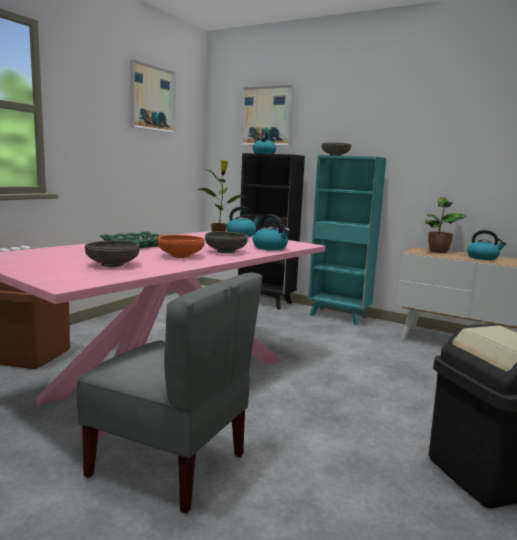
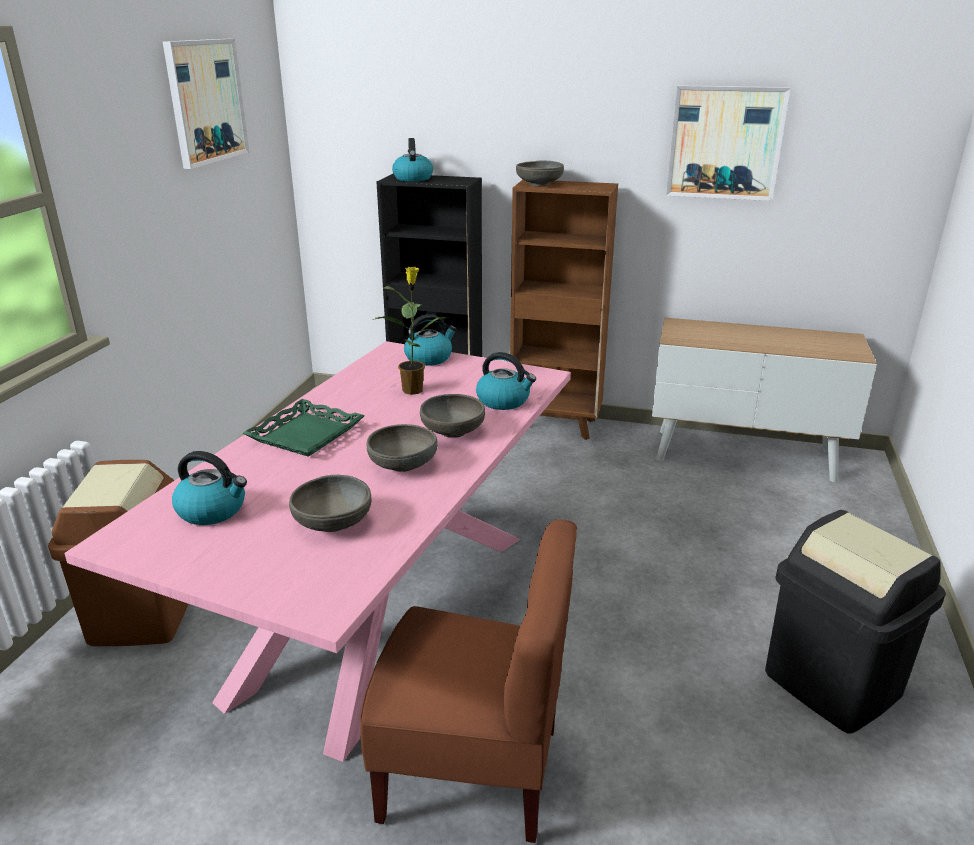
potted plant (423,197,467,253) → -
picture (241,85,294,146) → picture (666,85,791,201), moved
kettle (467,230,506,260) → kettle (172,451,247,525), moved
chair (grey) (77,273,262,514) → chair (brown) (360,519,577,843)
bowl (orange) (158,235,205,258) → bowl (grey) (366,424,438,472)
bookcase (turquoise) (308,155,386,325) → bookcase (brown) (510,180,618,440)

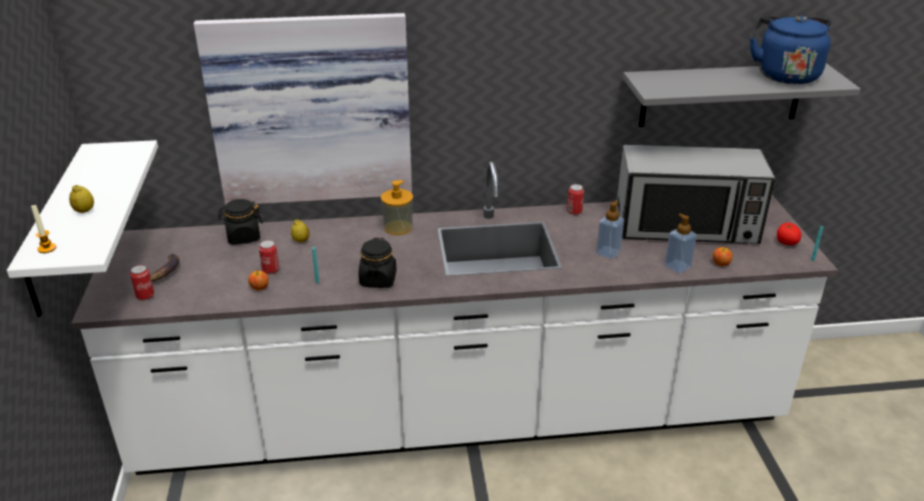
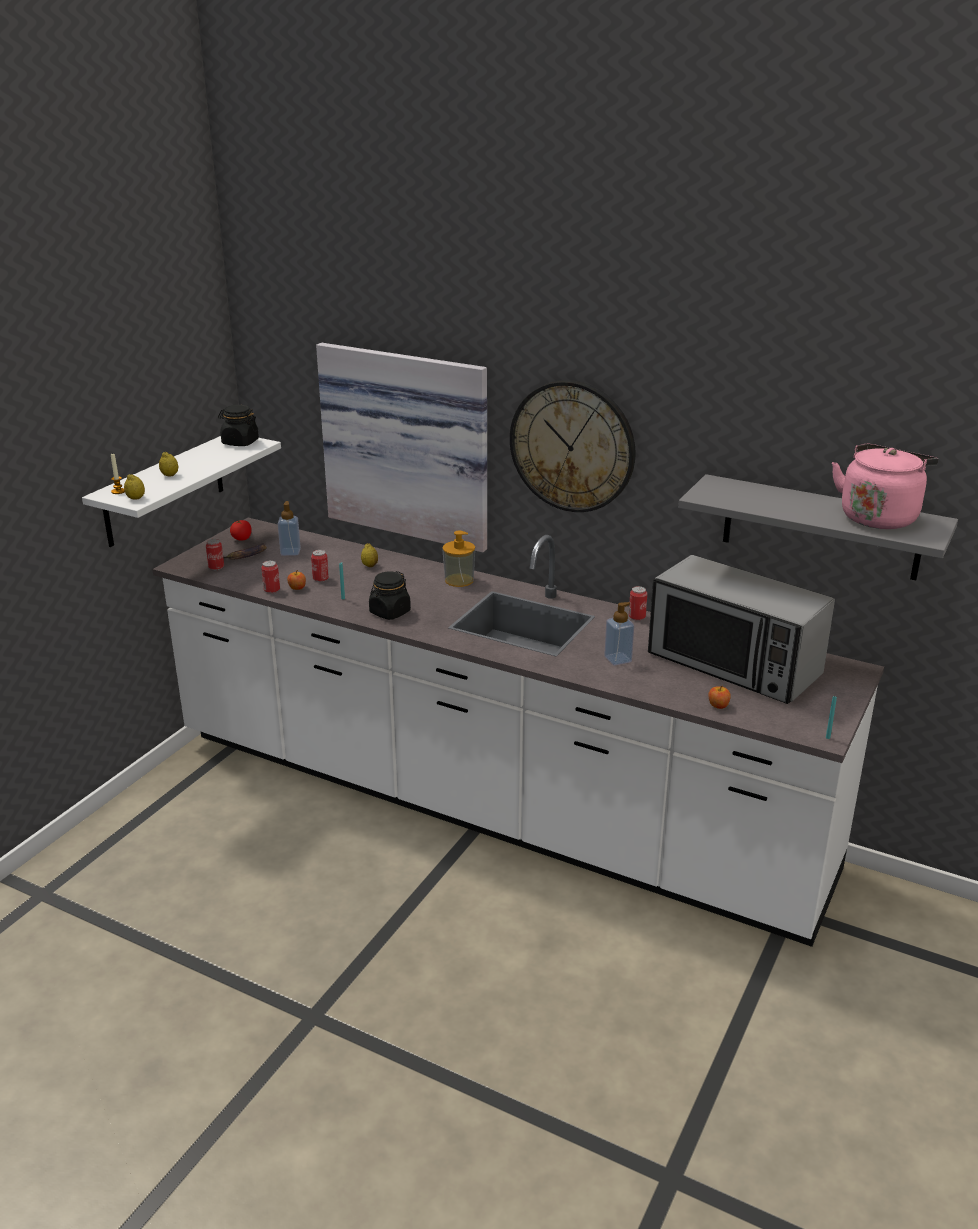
- → lemon (124,474,145,500)
- → can (261,560,280,593)
- → wall clock (510,380,636,512)
jar (black) (218,199,263,245) → jar (black) (218,405,259,446), moved
soap dispenser (664,214,697,273) → soap dispenser (278,501,301,556), moved
tomato (777,223,801,245) → tomato (230,520,252,540), moved
kettle (blue) (750,16,830,84) → kettle (pink) (832,443,938,529)

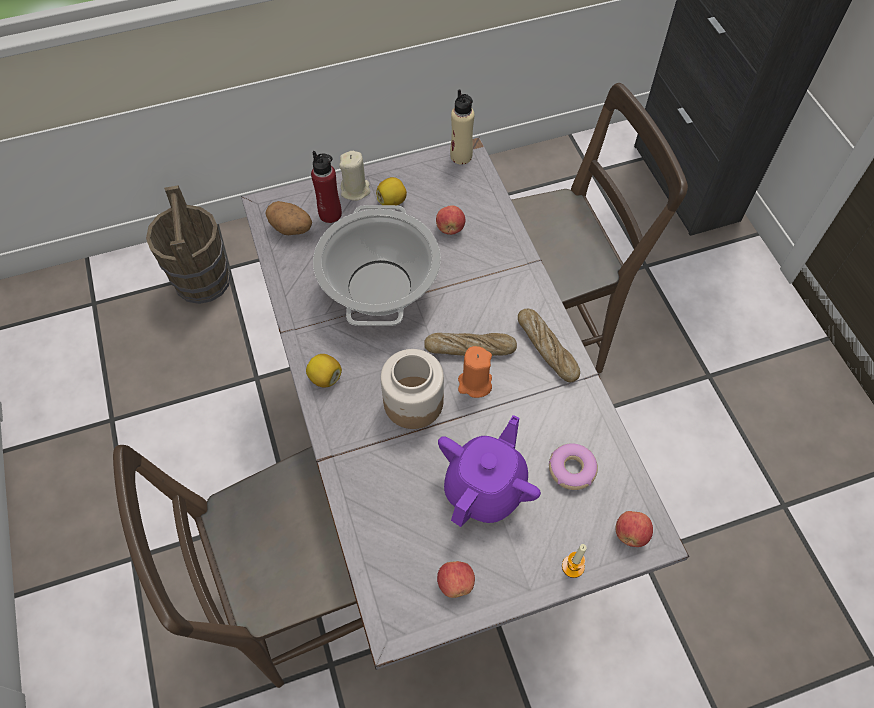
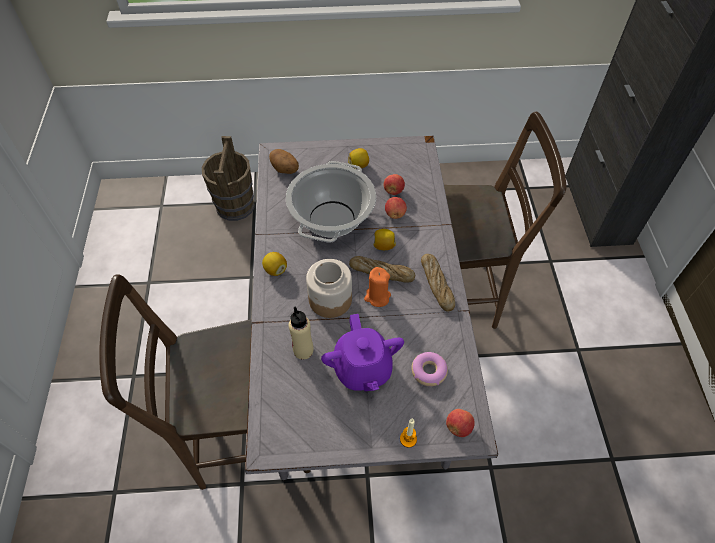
bottle (red) (311,151,342,223) → -
candle (beige) (339,151,371,201) → -
- → lemon (374,229,396,250)
apple (437,561,475,598) → apple (385,197,407,219), moved
bottle (beige) (450,89,474,165) → bottle (beige) (289,306,313,360), moved
teapot (purple) (438,415,541,527) → teapot (purple) (321,314,404,391), 120 degrees clockwise

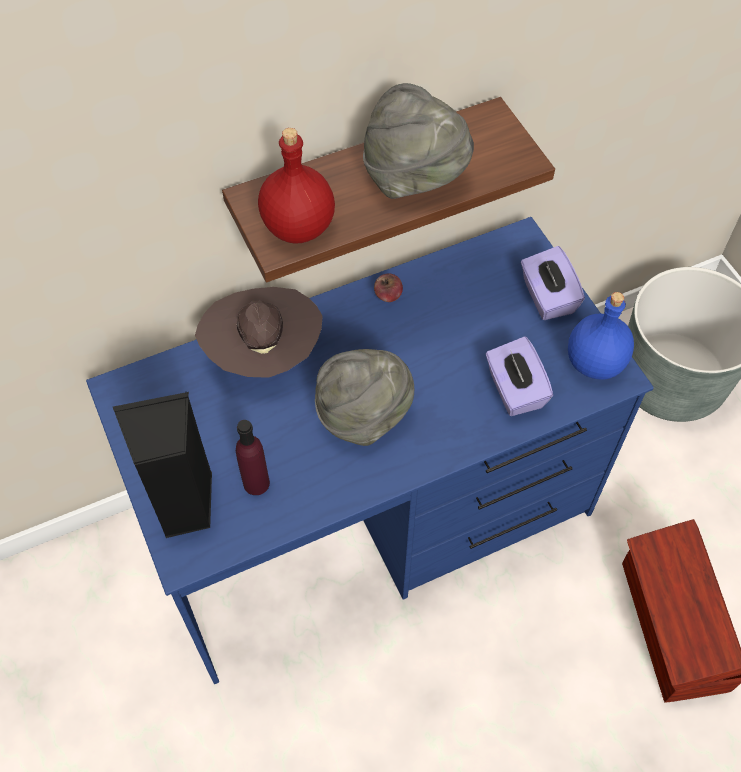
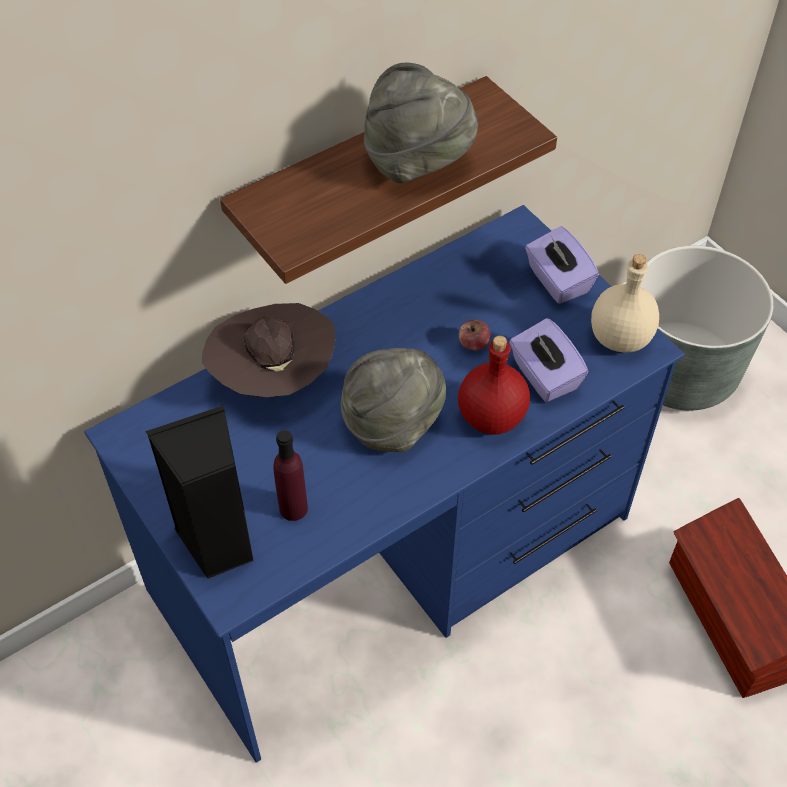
bottle (red) (258,128,335,244) → bottle (red) (458,336,530,435), moved
apple (374,274,403,302) → apple (459,320,491,351), moved
bottle (blue) (568,292,634,380) → bottle (beige) (591,254,659,352)

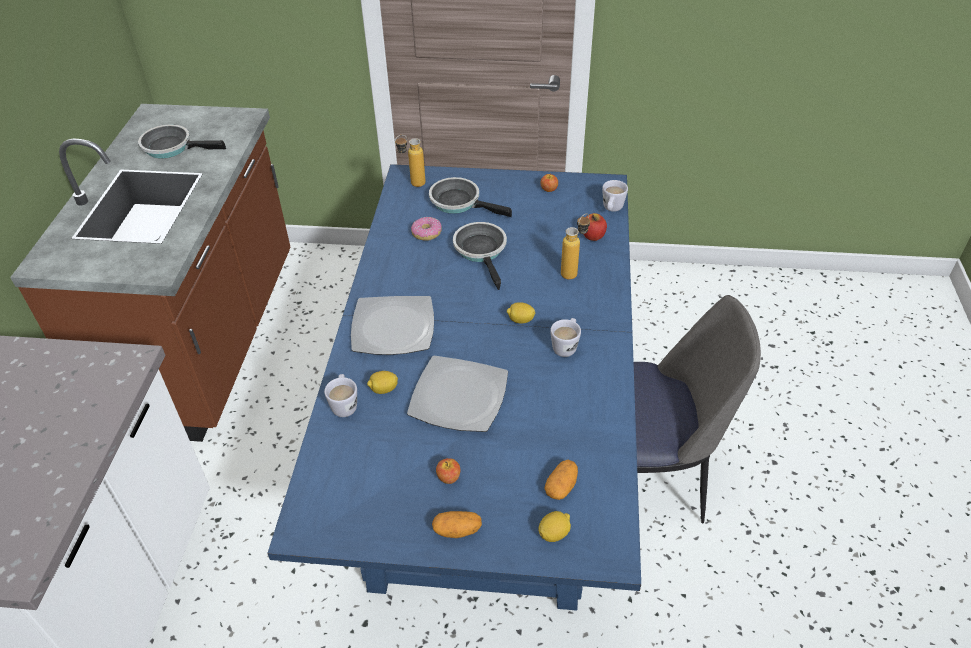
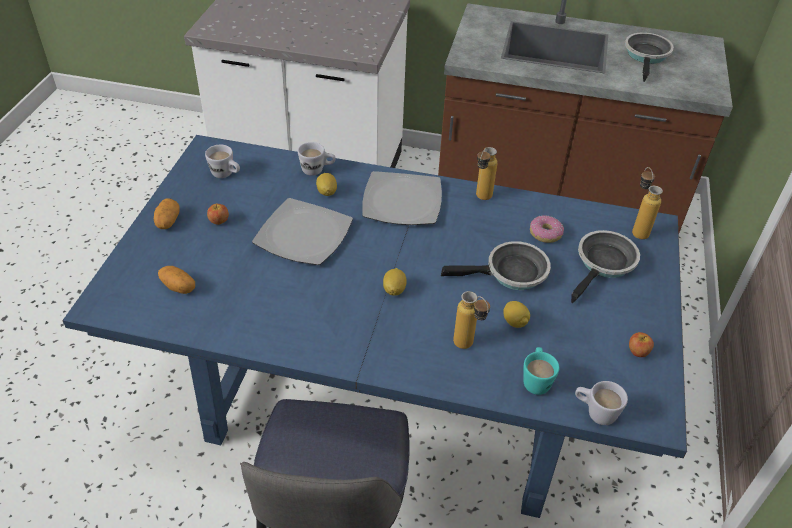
- → bottle (476,147,498,200)
lemon (538,511,571,542) → lemon (503,301,530,328), moved
mug (white) (550,318,581,357) → mug (white) (205,145,240,178), moved
apple (583,213,607,241) → mug (turquoise) (523,347,559,395)

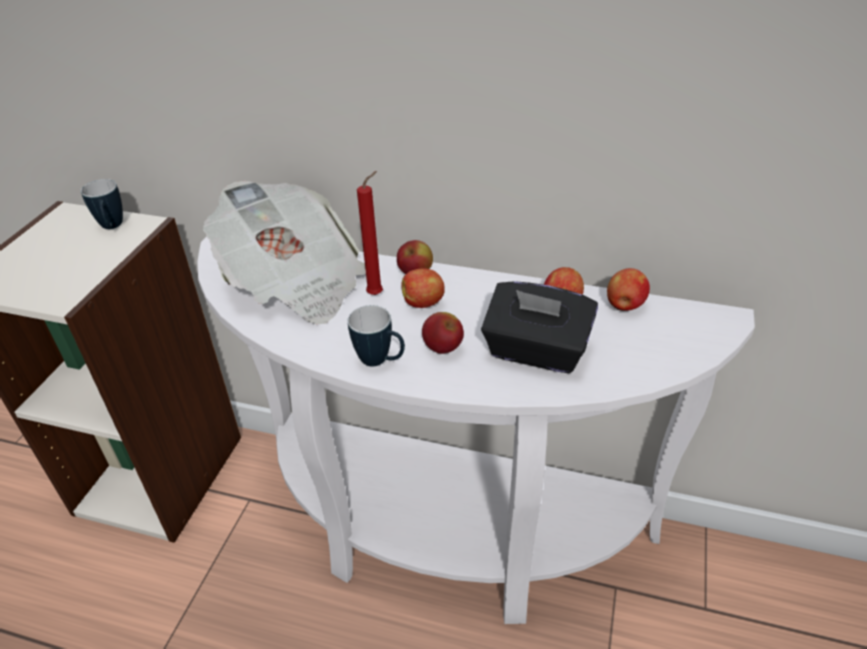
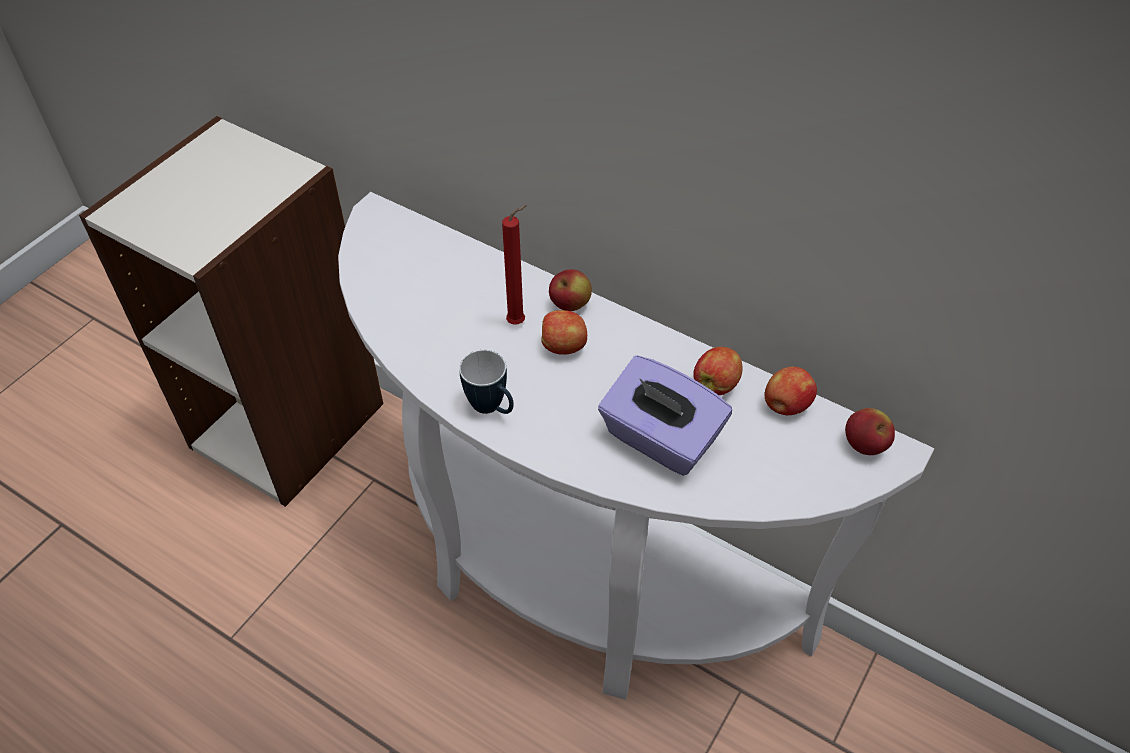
mug (81,179,123,229) → -
newspaper (203,180,366,324) → -
apple (422,312,464,354) → apple (845,408,895,455), moved
tissue box (black) (481,281,598,373) → tissue box (purple) (598,356,732,476)

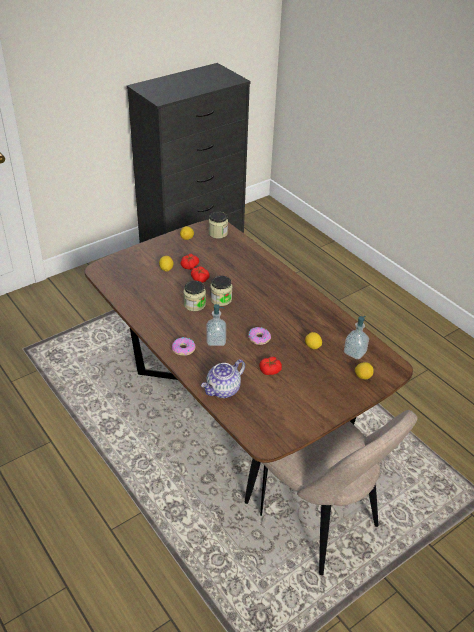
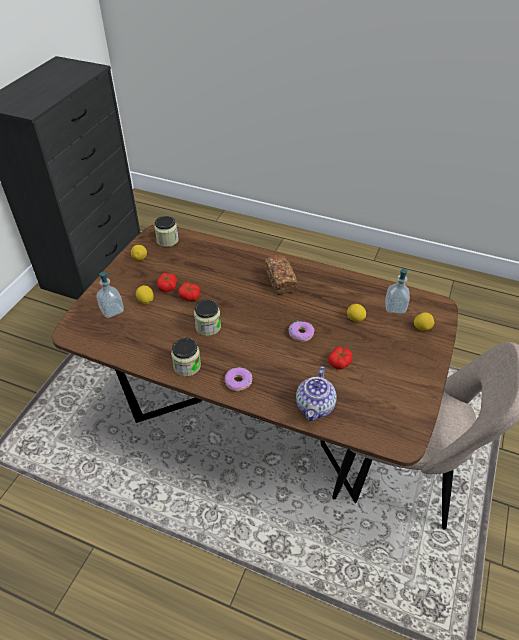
- → bread (265,255,297,295)
soap dispenser (207,304,226,346) → soap dispenser (96,272,124,318), moved
jar (210,276,232,306) → jar (171,338,201,376), moved

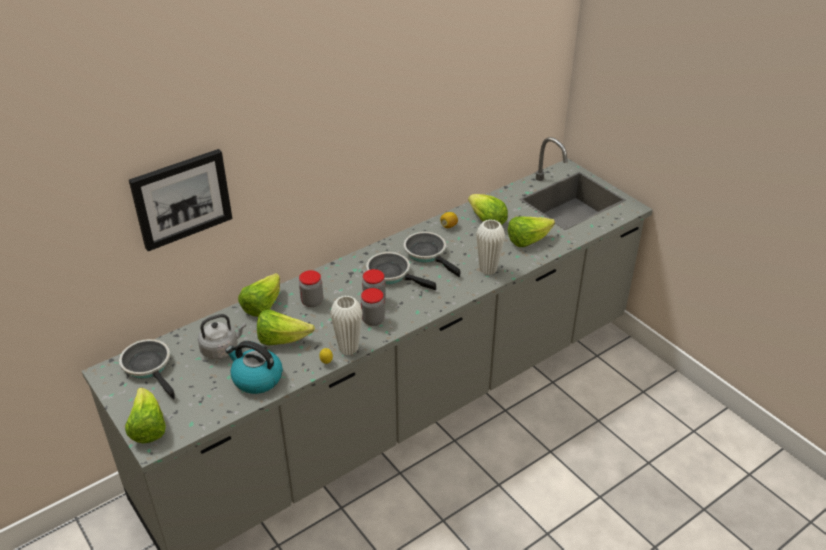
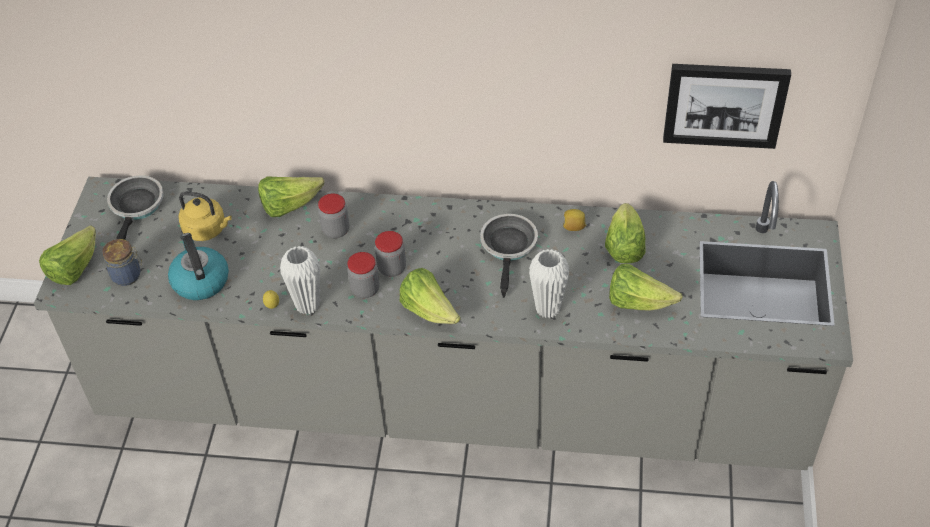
frying pan (366,252,436,290) → -
- → jar (102,239,142,286)
picture (129,149,233,251) → picture (663,64,791,149), moved
lettuce (257,309,315,346) → lettuce (400,268,461,324), moved
kettle (grey) (198,314,246,359) → kettle (yellow) (179,191,232,241)

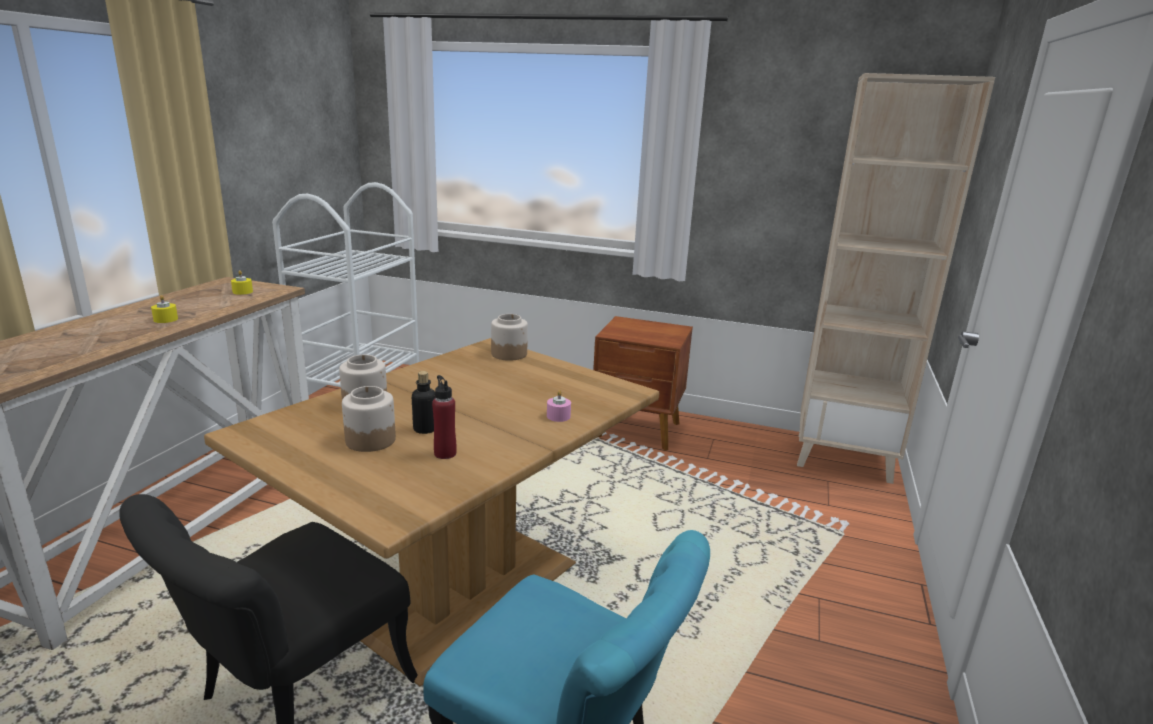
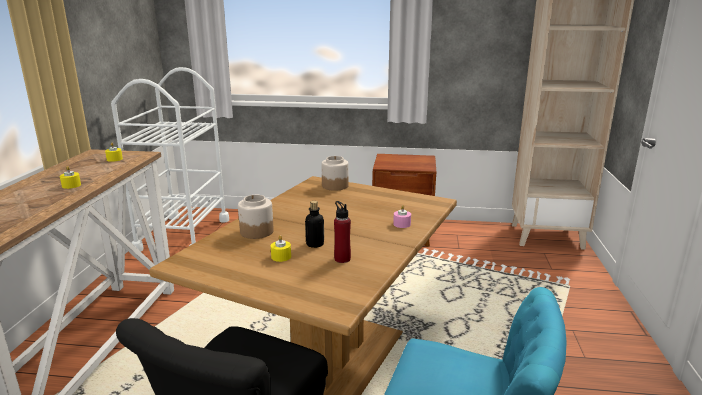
jar (342,386,396,452) → candle (yellow) (271,235,291,262)

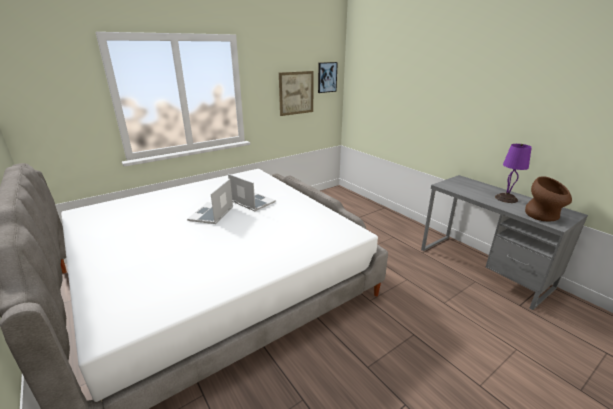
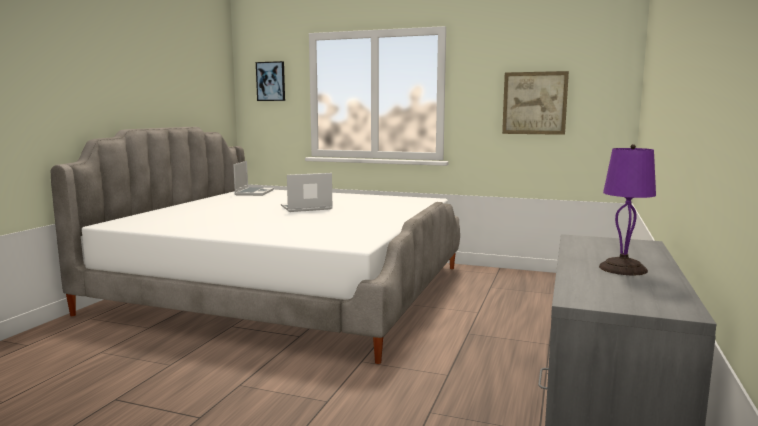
vase (brown) (525,176,572,221) → -
laptop (228,174,276,211) → laptop (233,161,274,196), moved
picture (318,62,338,93) → picture (256,61,285,101), moved

